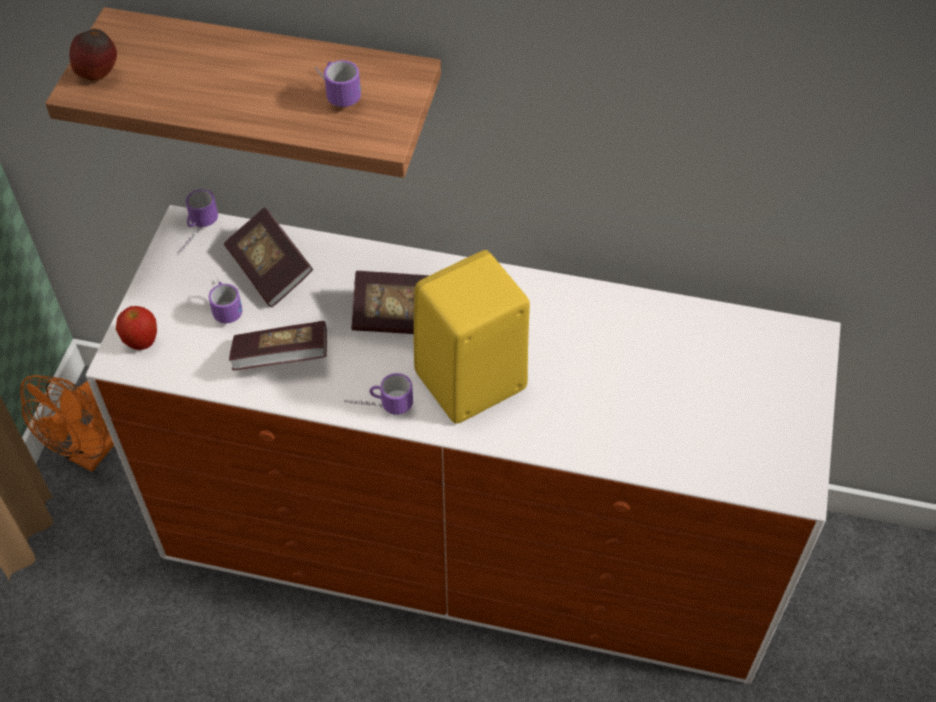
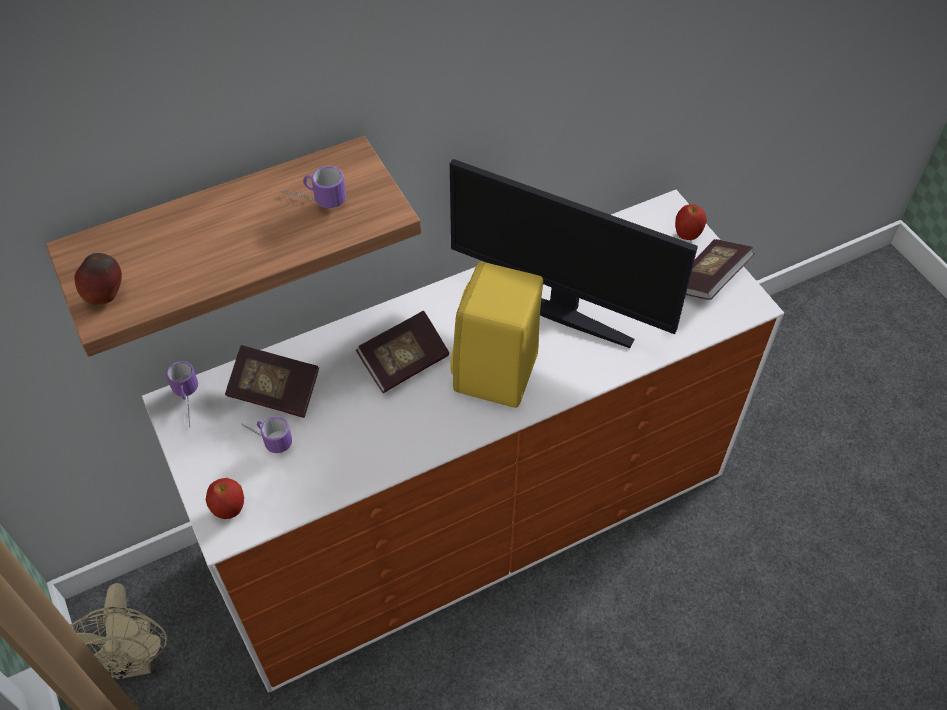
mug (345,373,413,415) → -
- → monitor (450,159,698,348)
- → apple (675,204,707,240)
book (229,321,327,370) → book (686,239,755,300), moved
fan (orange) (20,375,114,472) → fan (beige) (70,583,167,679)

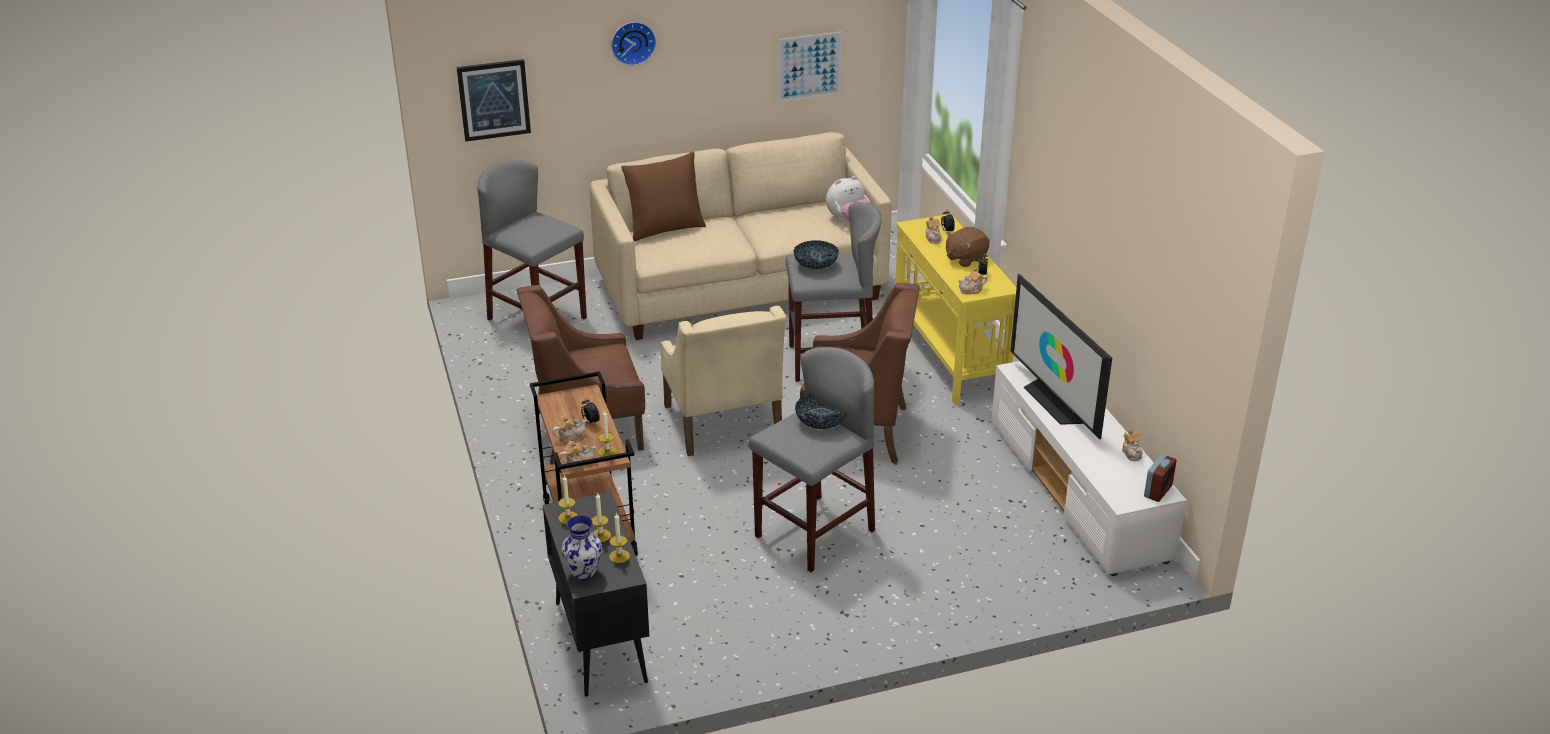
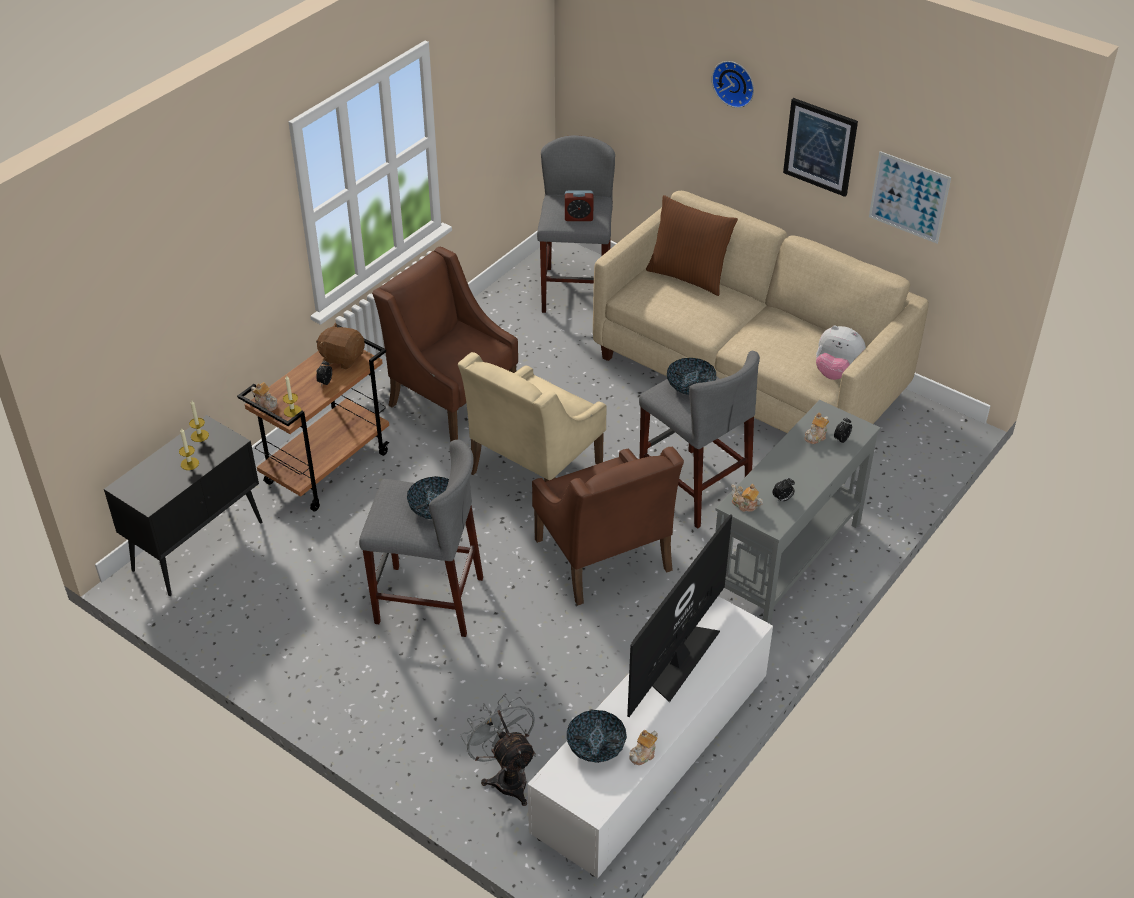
teapot (552,416,587,443) → -
vase (561,515,602,580) → -
candle (609,513,630,563) → -
- → fan (grey) (460,695,536,806)
- → bowl (567,710,627,763)
picture (456,59,531,141) → picture (783,98,858,197), moved
plush toy (brown) (946,227,990,267) → plush toy (brown) (316,322,365,369), moved
alarm clock (1144,454,1176,502) → alarm clock (565,191,594,221), moved
console table (yellow) (895,214,1017,405) → console table (grey) (715,400,880,624)

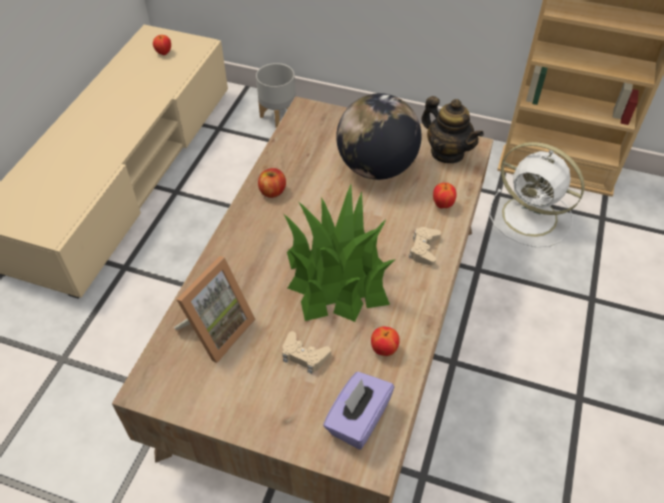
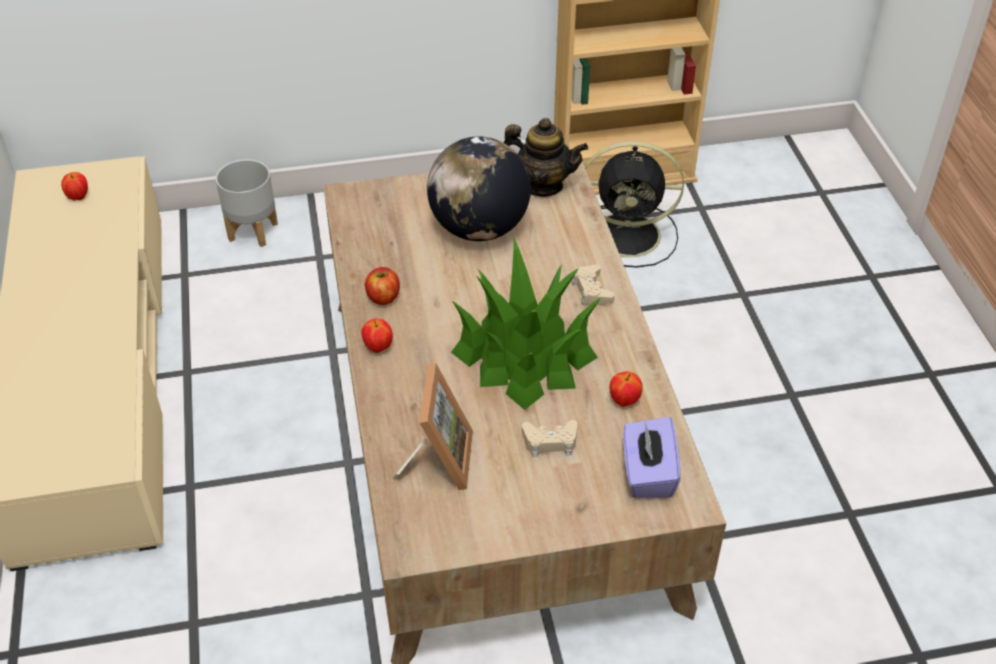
apple (433,183,457,208) → apple (361,318,393,353), moved
fan (white) (490,142,585,247) → fan (black) (585,141,684,268)

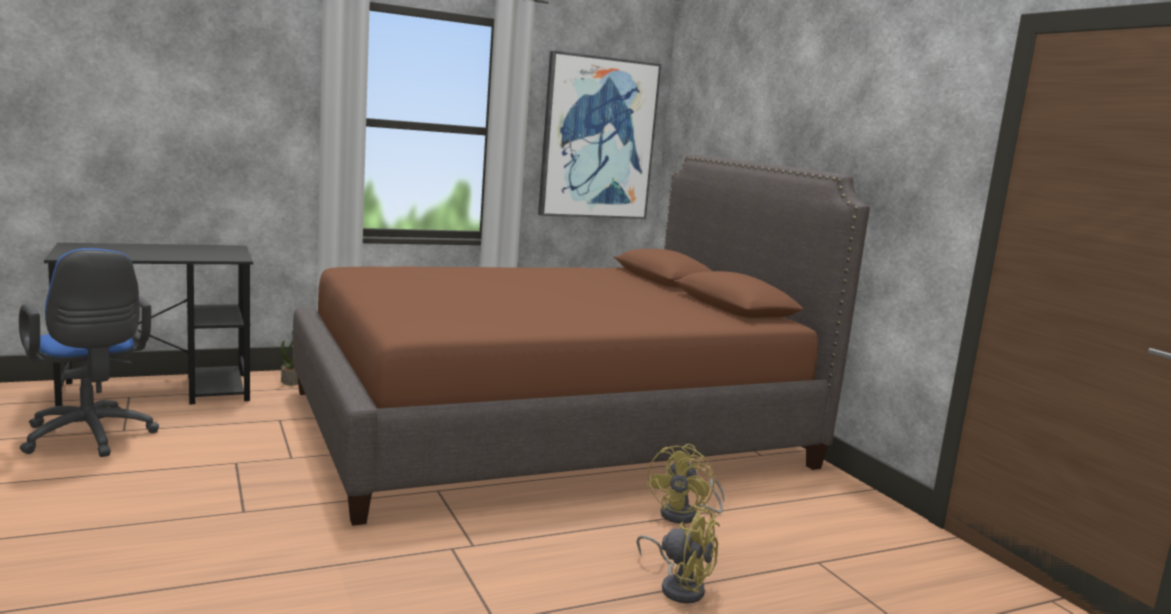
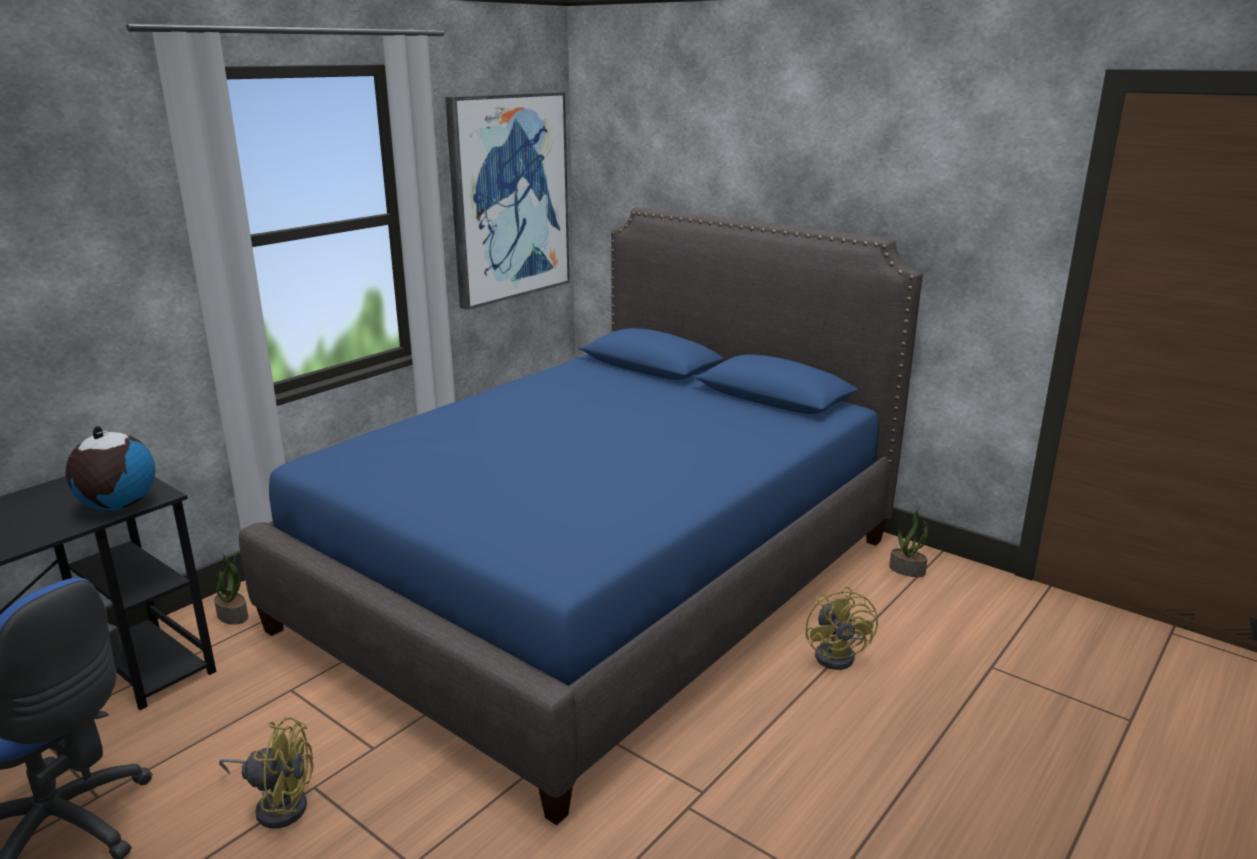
- → globe (65,426,155,511)
- → potted plant (889,509,928,577)
fan (yellow) (636,505,720,603) → fan (yellow) (219,717,314,829), moved
bed (brown) (293,154,870,526) → bed (blue) (239,207,923,825)

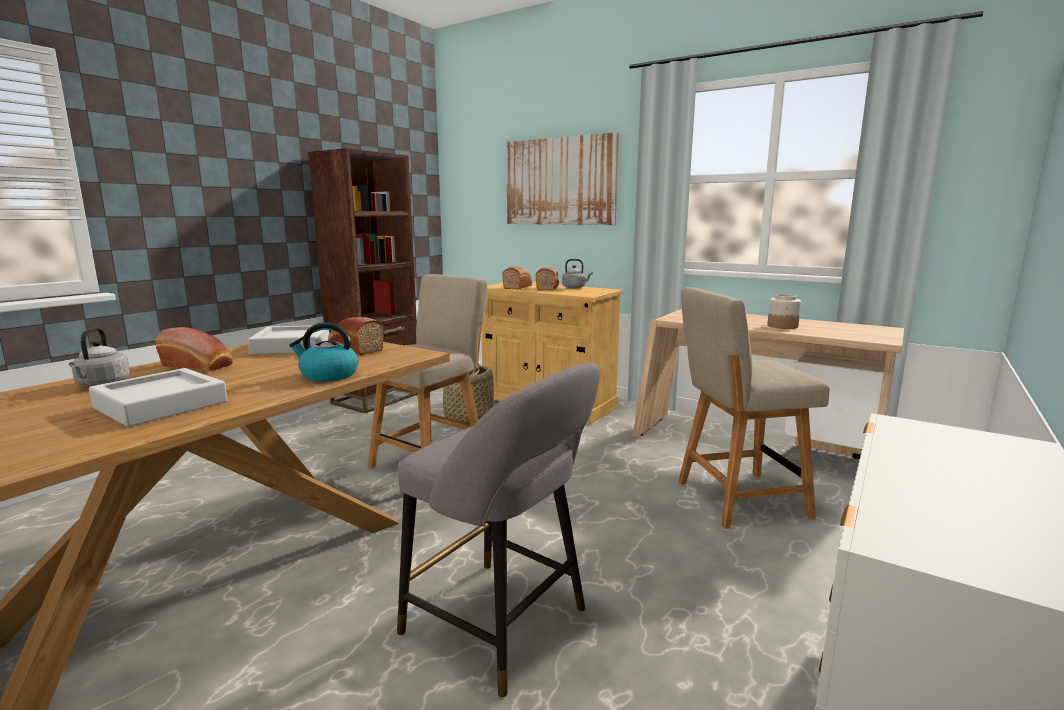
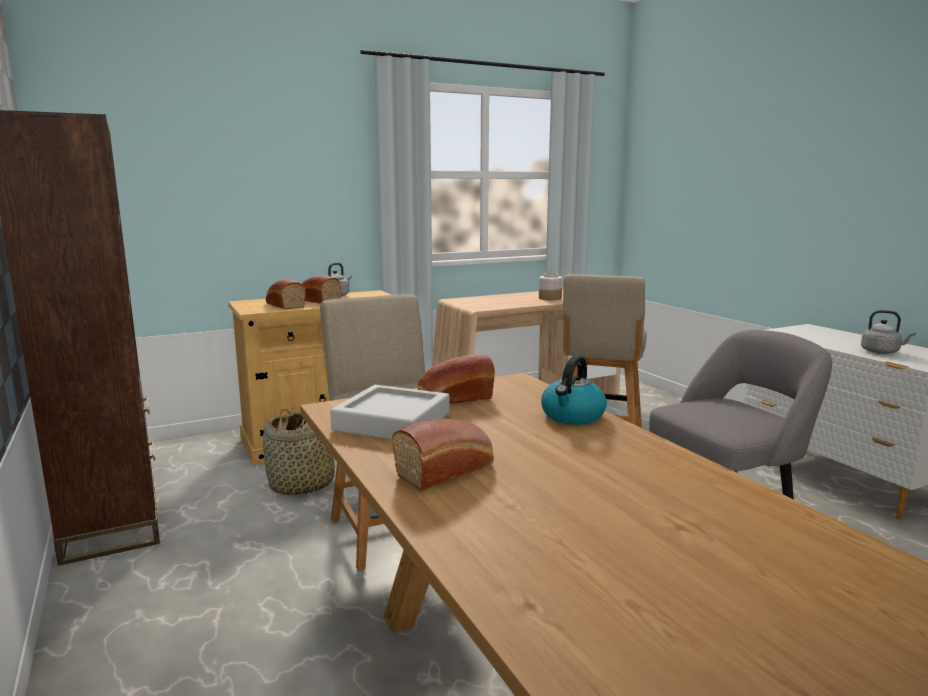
tray (grey) (89,368,227,427) → -
picture (506,132,619,225) → -
kettle (grey) (69,327,130,386) → kettle (grey) (861,310,916,354), moved

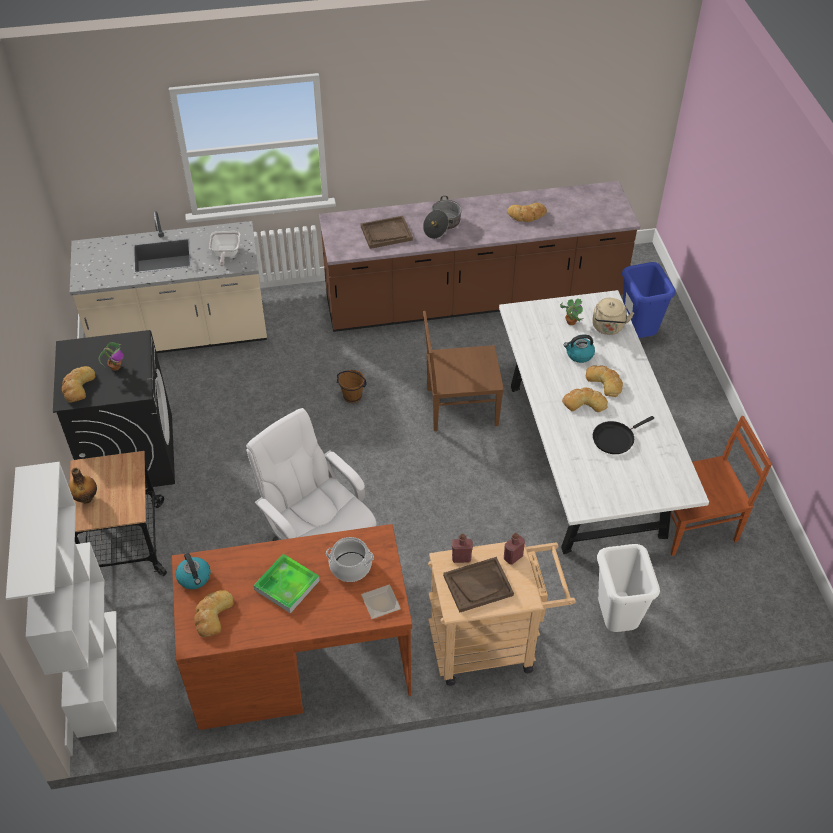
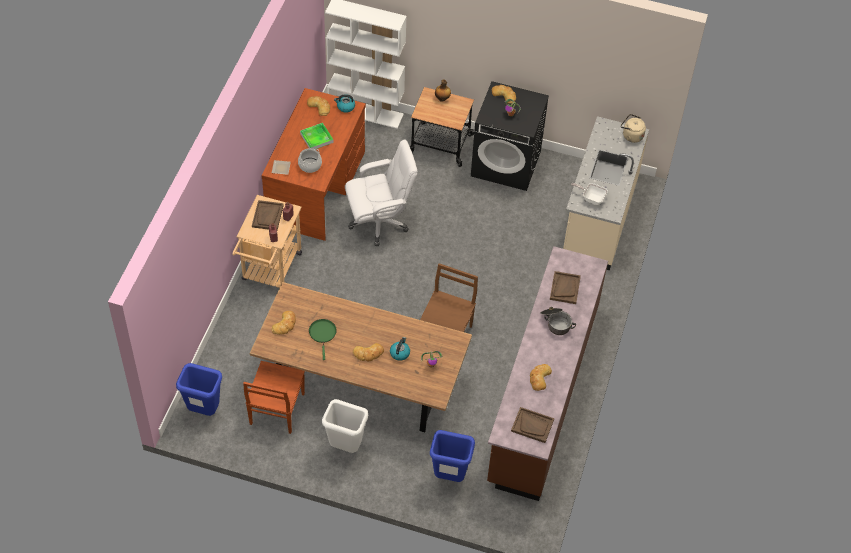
bucket (brown) (337,370,367,403) → -
- → trash can (blue) (176,363,222,416)
- → tray (brown) (511,407,554,443)
bread (562,388,608,412) → bread (272,311,296,335), moved
kettle (beige) (592,298,634,335) → kettle (beige) (621,114,646,143), moved
trash can (white) (597,544,660,632) → trash can (white) (322,399,368,453), moved
dining table (white) (499,290,709,554) → dining table (brown) (250,282,472,432)
frying pan (black) (593,416,654,454) → frying pan (green) (309,319,337,360)

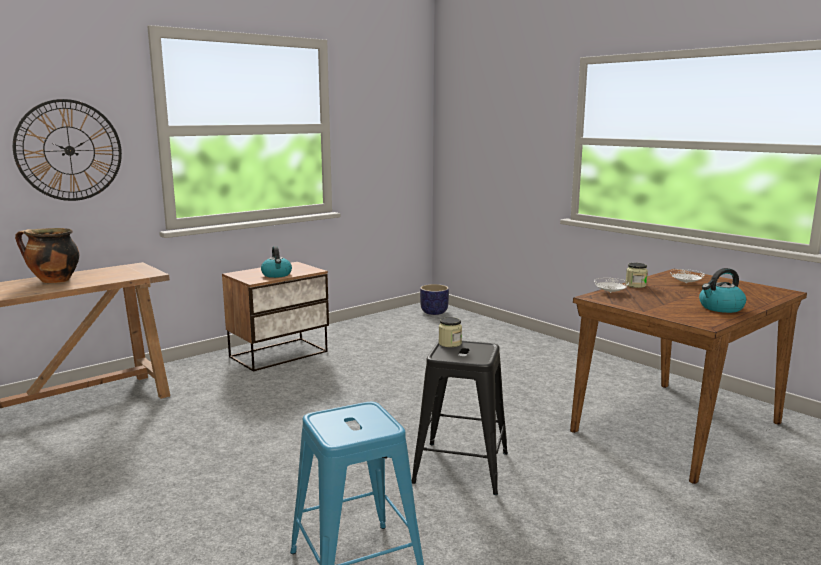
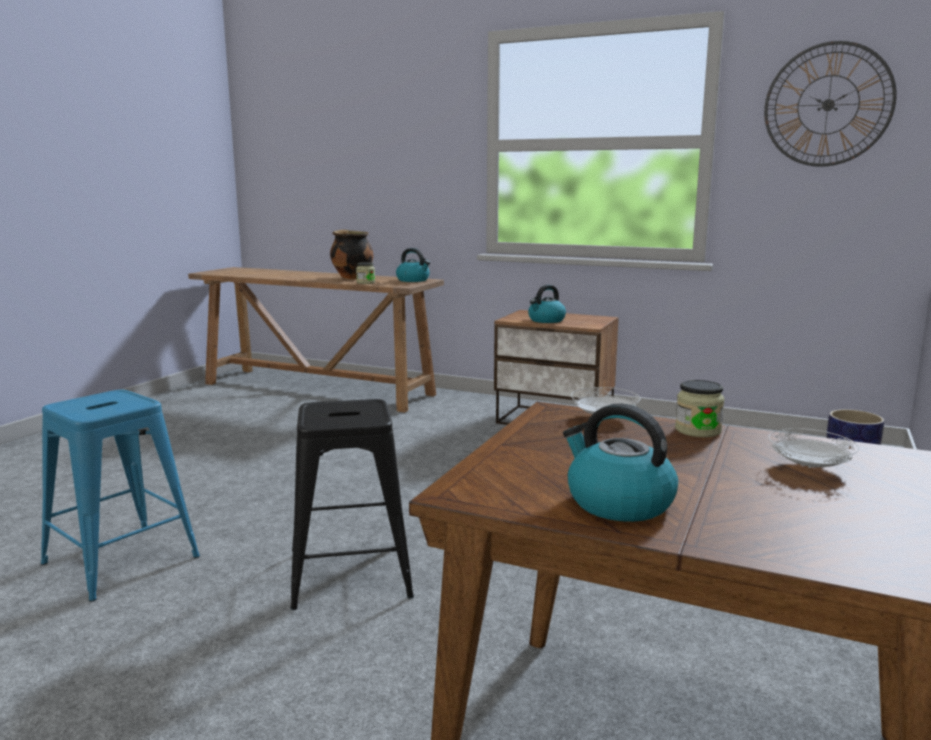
- → kettle (396,248,430,282)
wall clock (13,99,122,201) → wall clock (764,41,897,167), moved
jar (439,317,462,347) → jar (356,262,375,284), moved

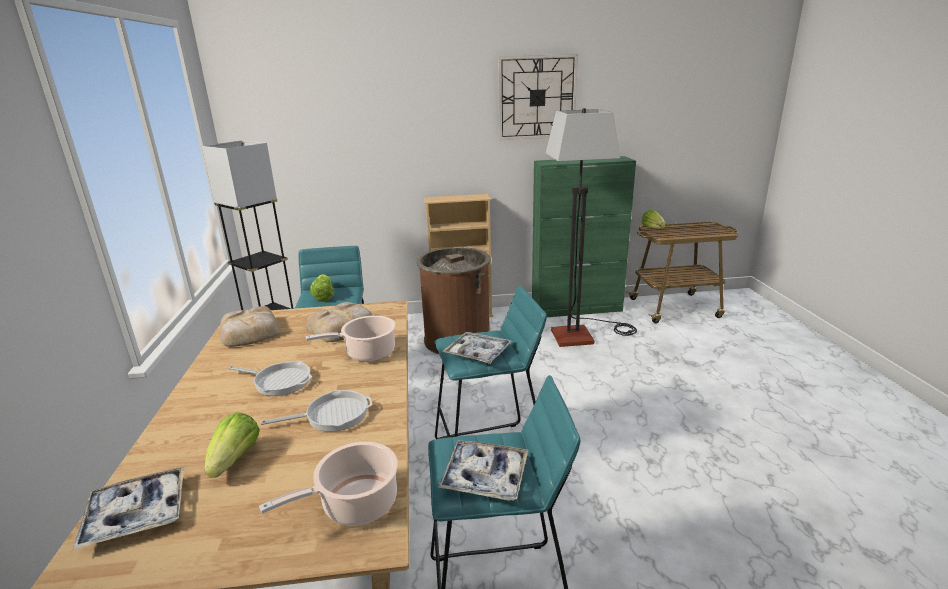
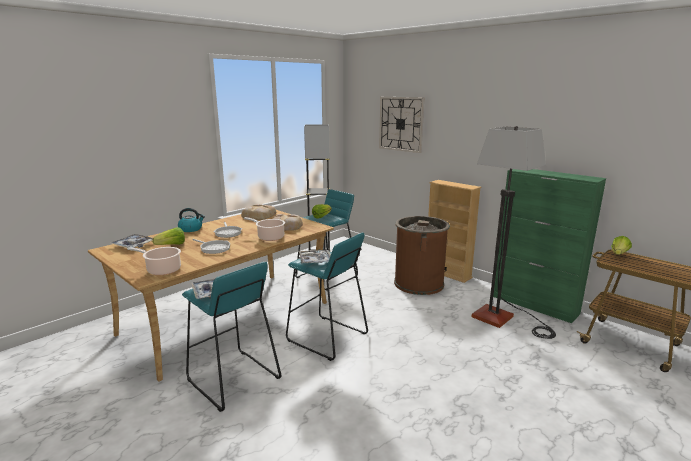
- → kettle (178,208,205,232)
wall clock (498,54,578,140) → wall clock (379,97,424,153), moved

